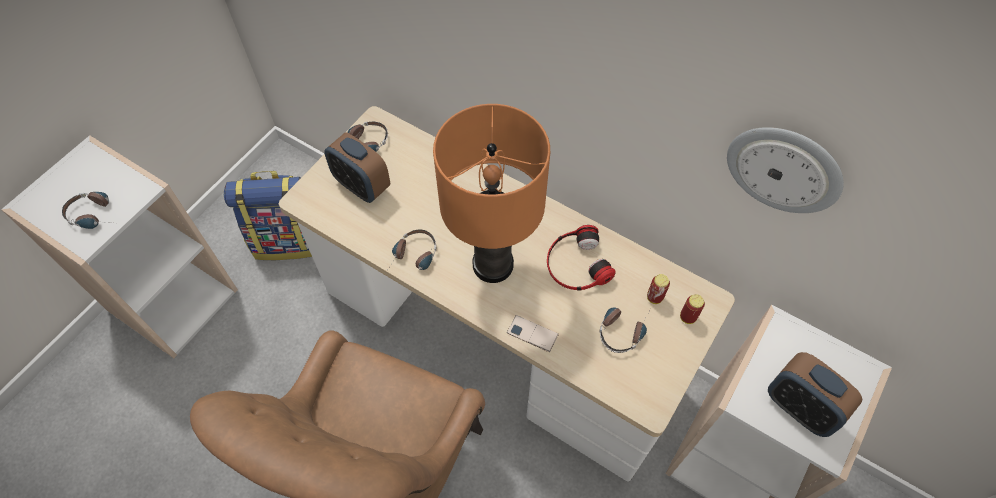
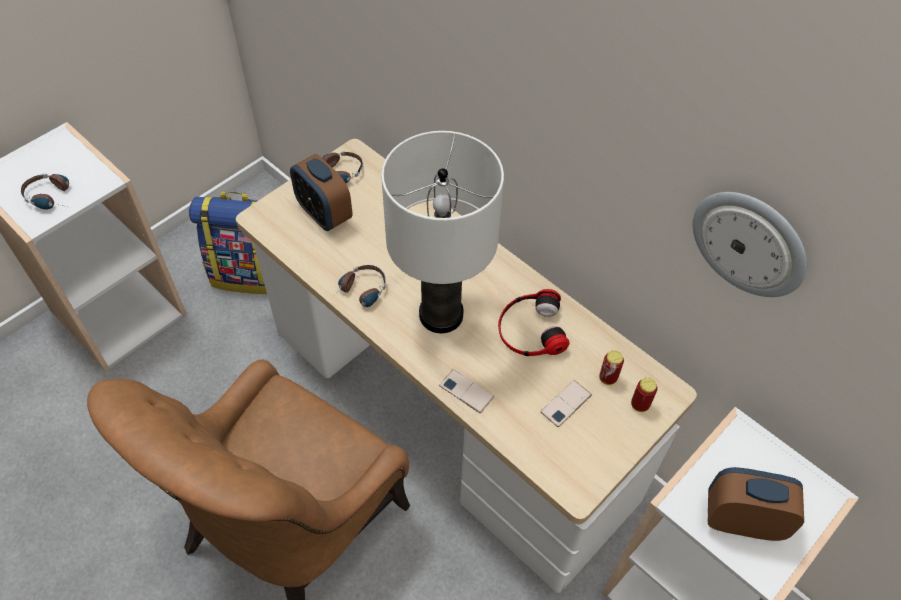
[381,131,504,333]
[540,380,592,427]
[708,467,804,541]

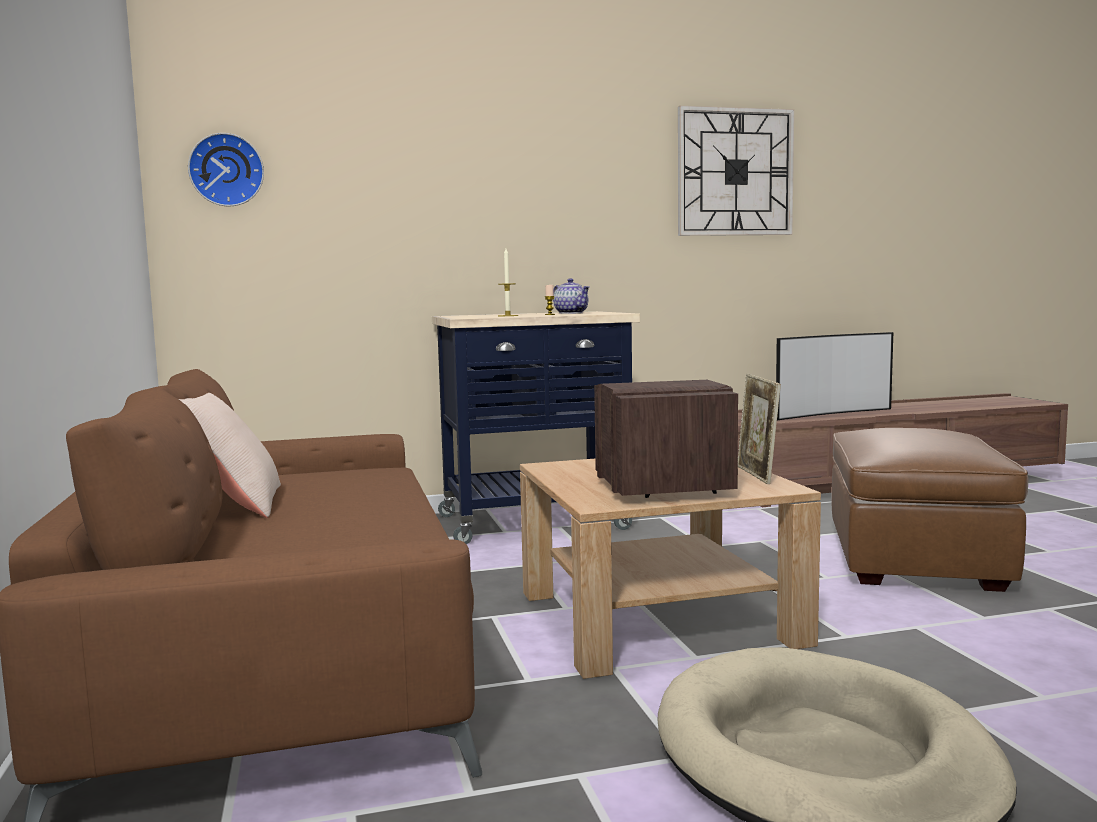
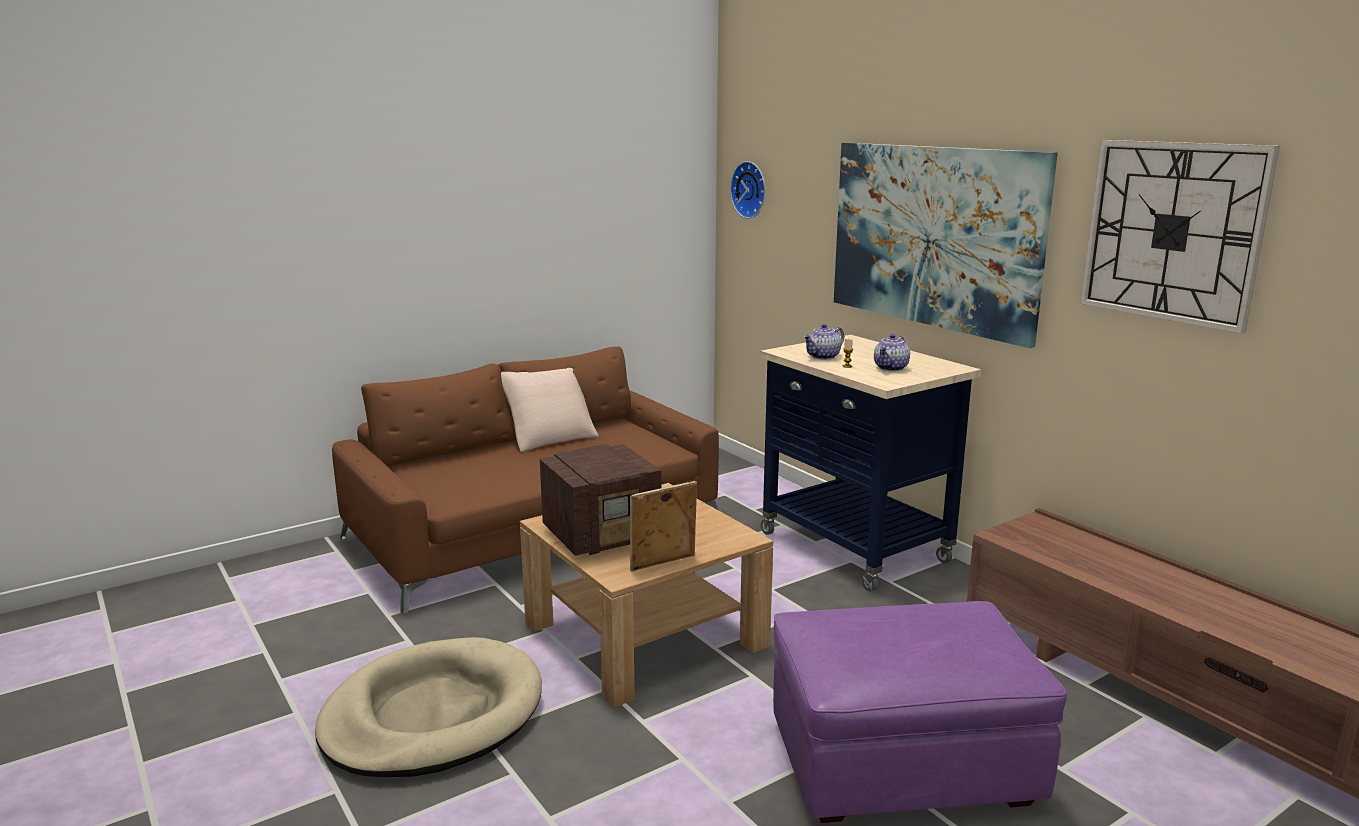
[803,324,844,360]
[776,332,893,420] (first image)
[773,601,1067,823]
[834,143,1058,348]

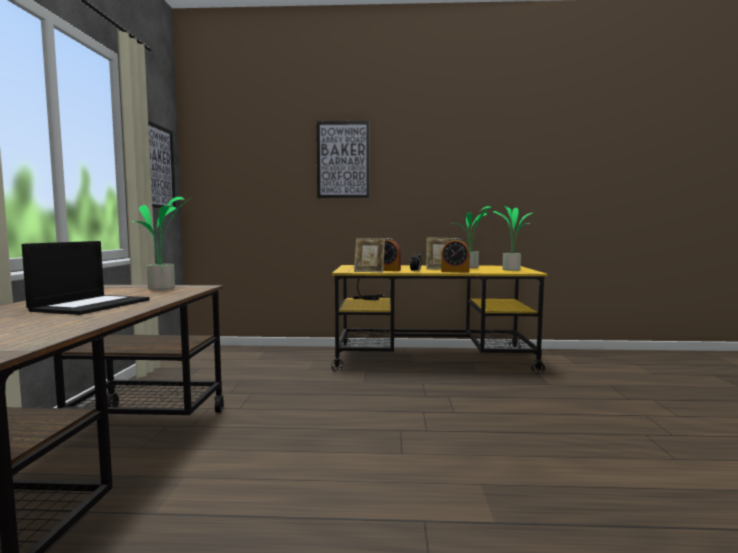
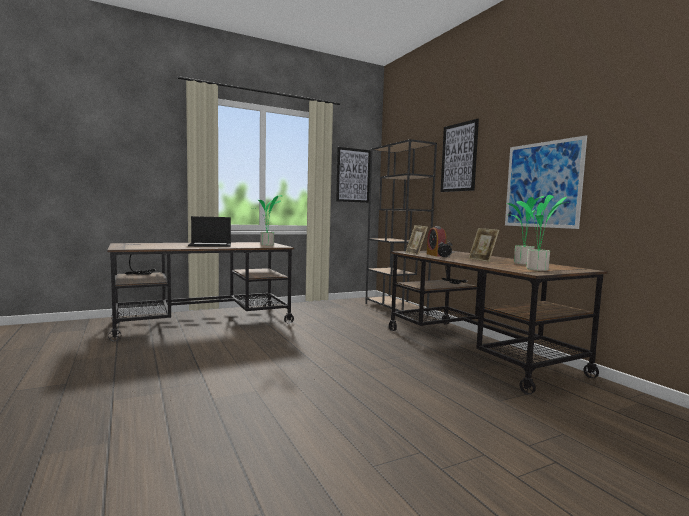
[389,251,608,395]
[441,238,470,273] (first image)
[365,139,437,316]
[505,135,587,229]

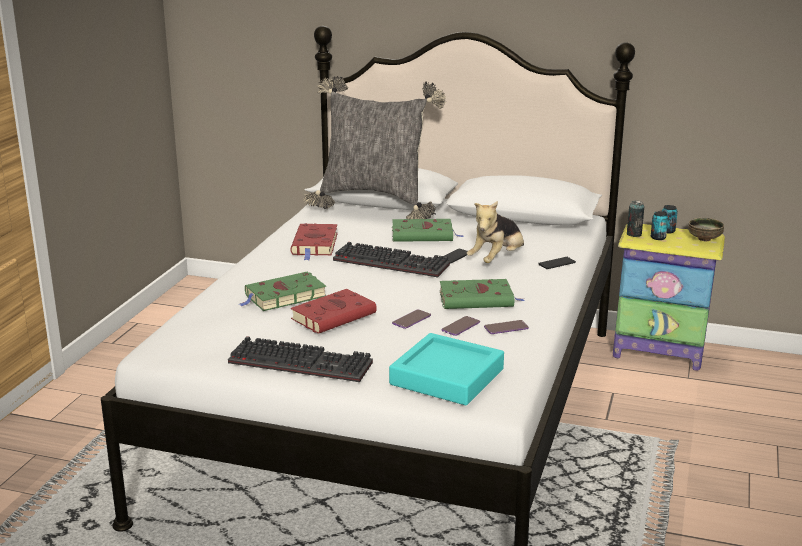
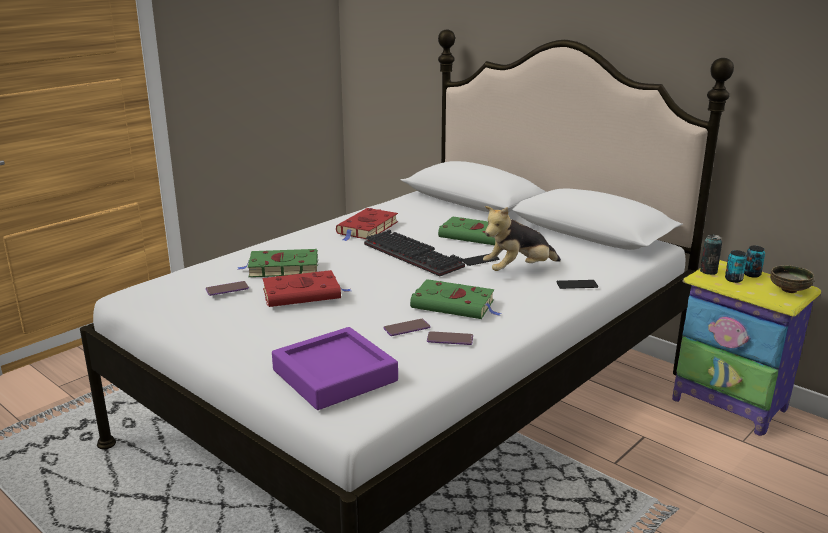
[228,336,373,382] (first image)
[303,76,447,219] (first image)
[272,327,398,410]
[206,281,249,296]

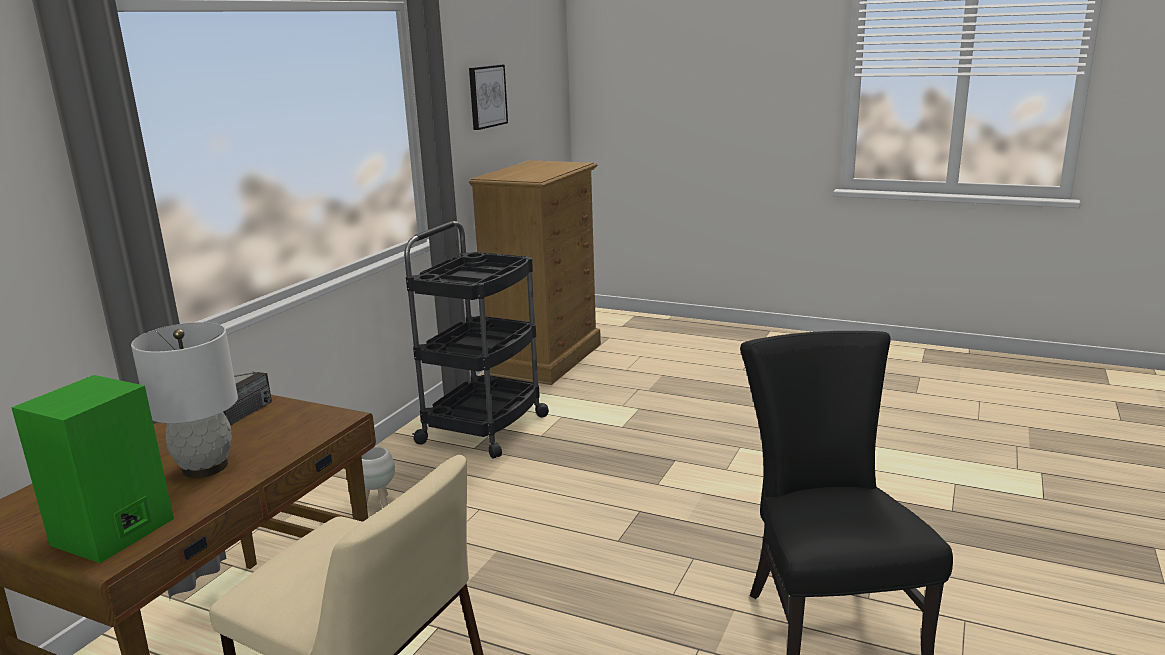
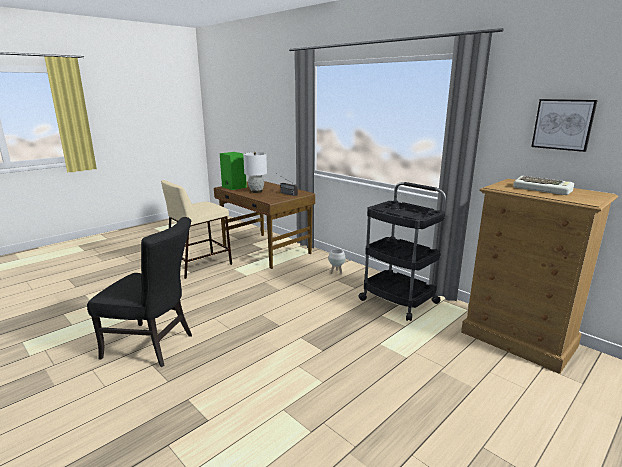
[513,176,574,195]

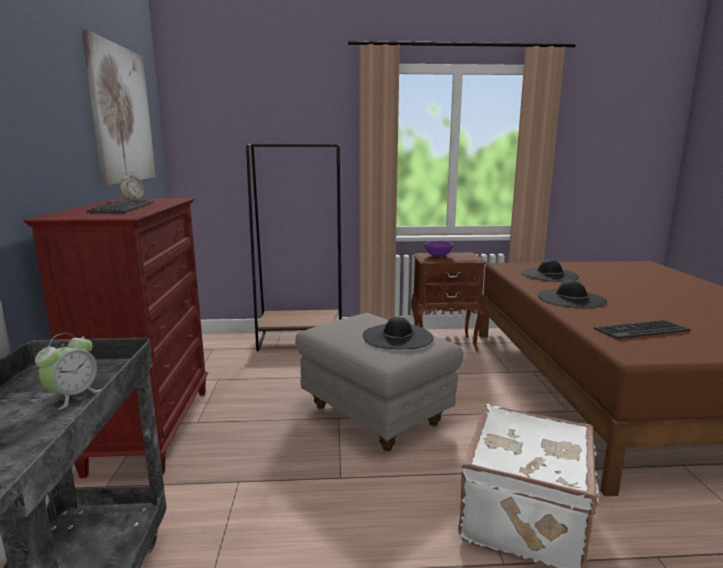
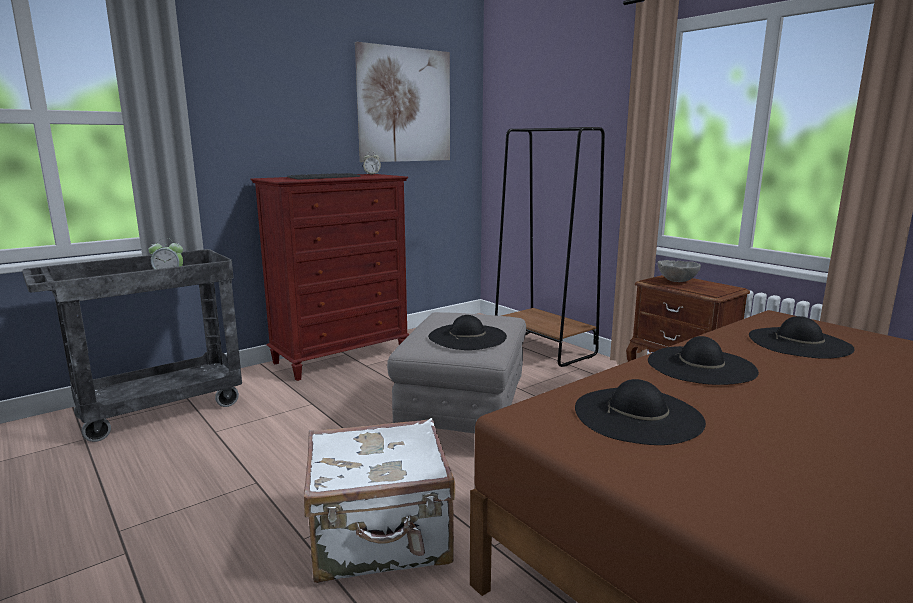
[658,260,701,282]
[575,379,706,445]

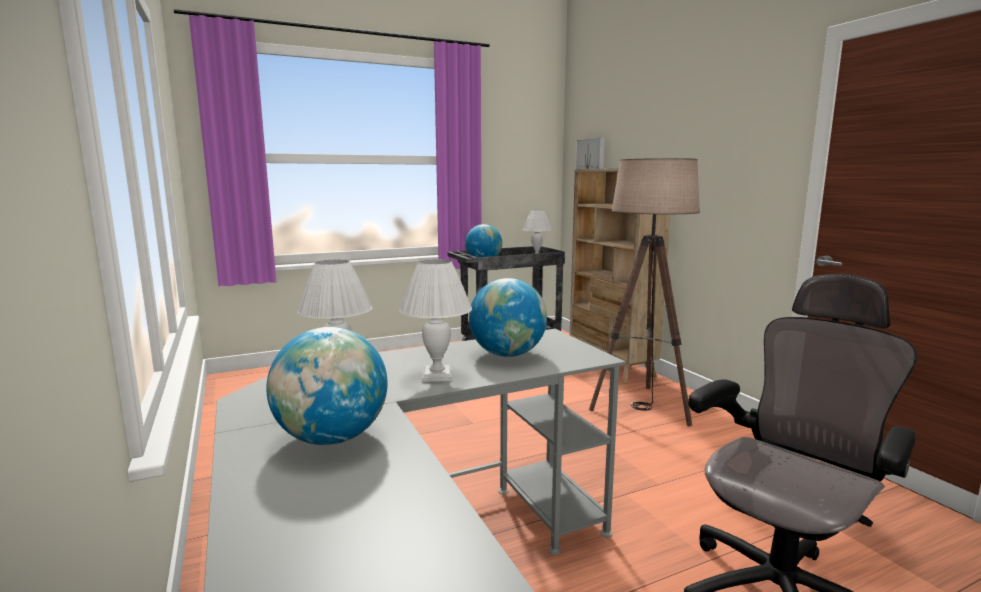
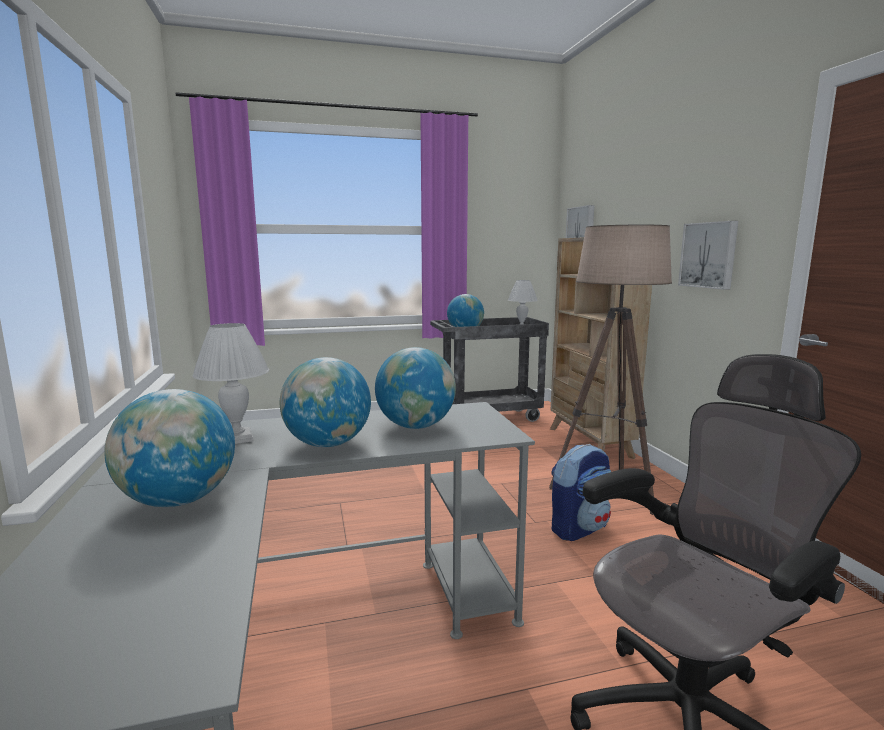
[280,357,371,447]
[551,444,611,541]
[678,221,738,290]

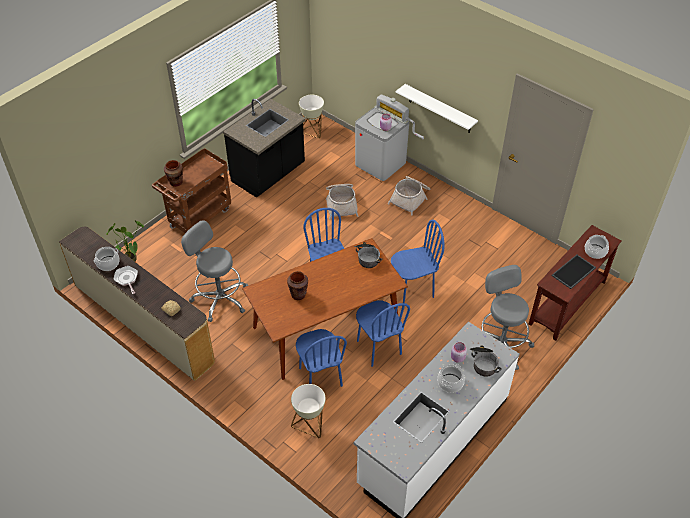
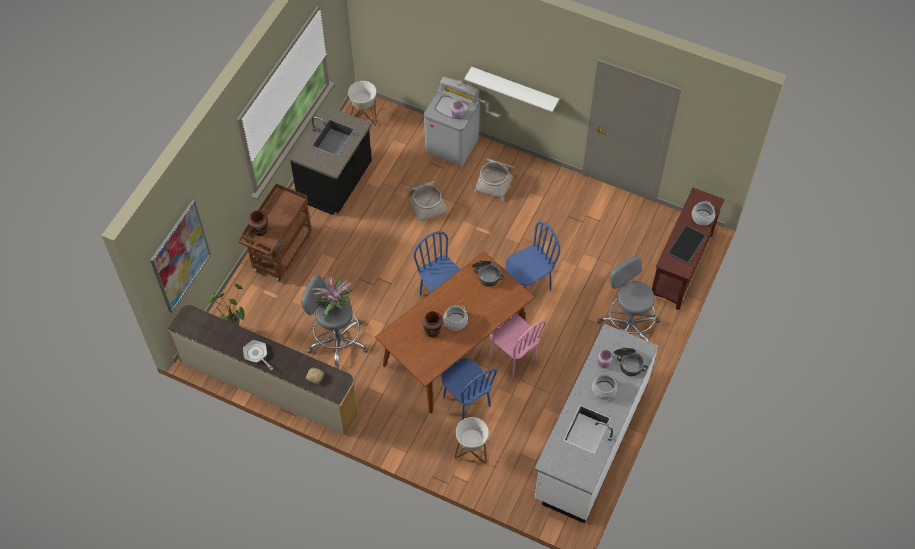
[443,305,468,331]
[490,315,546,379]
[150,200,211,313]
[311,273,353,320]

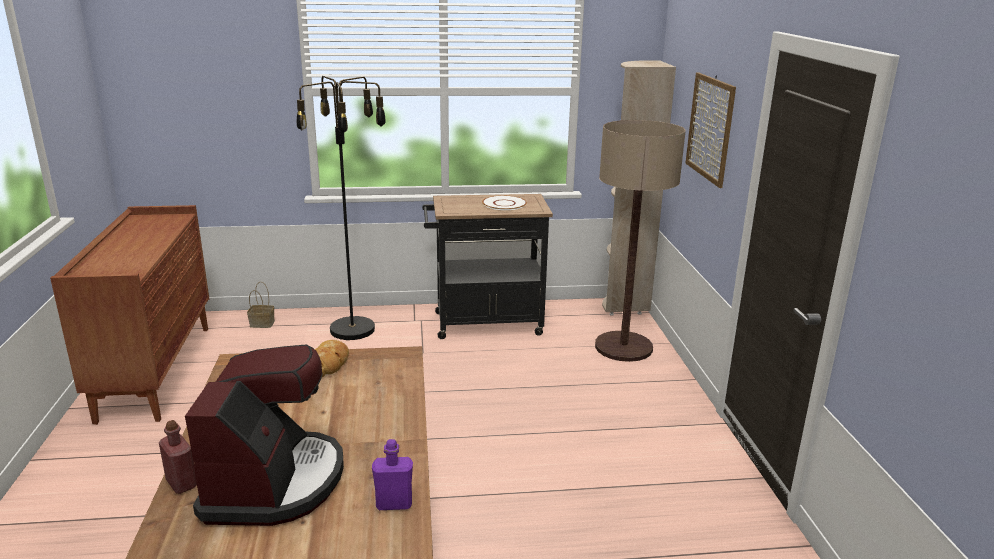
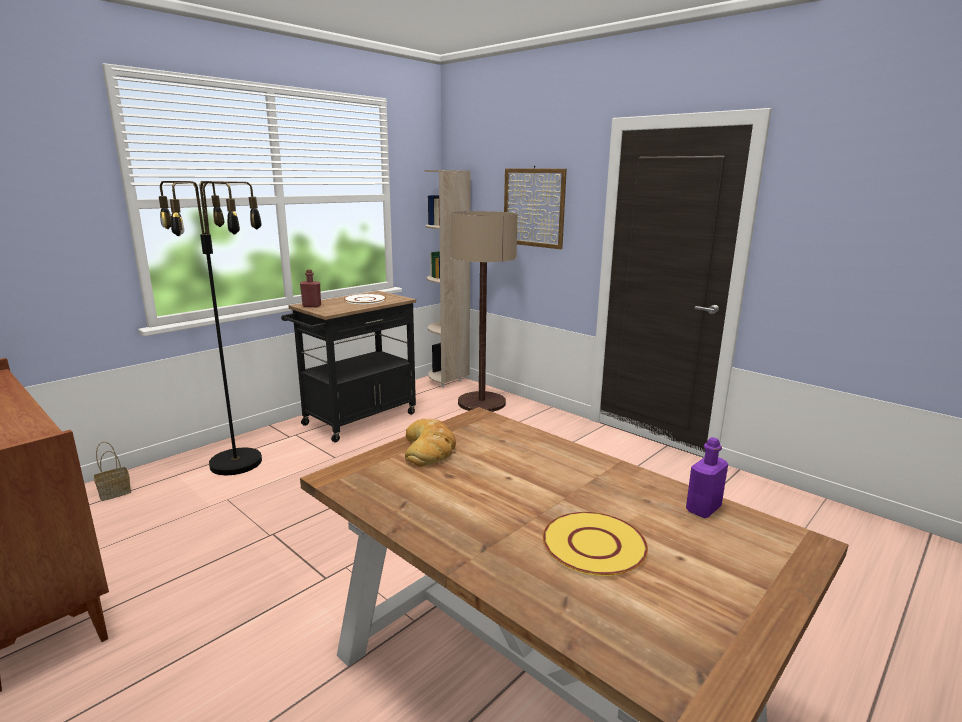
[300,269,321,308]
[543,512,648,576]

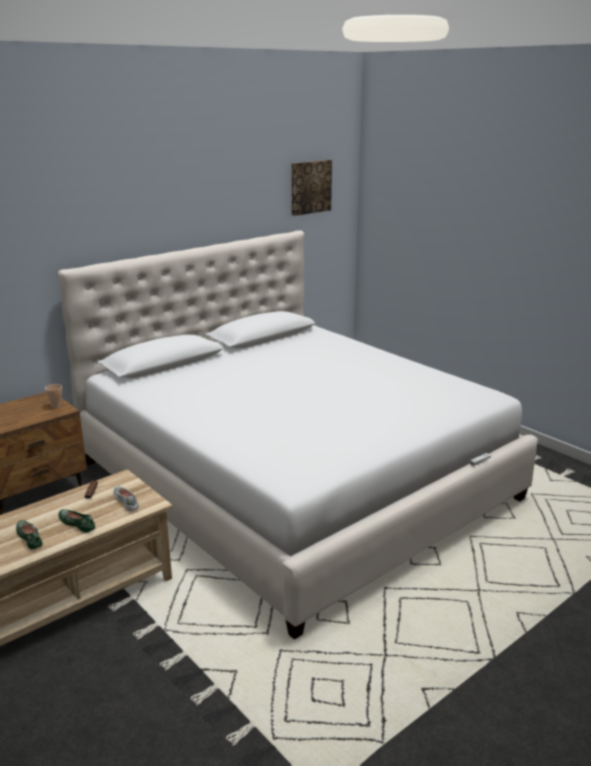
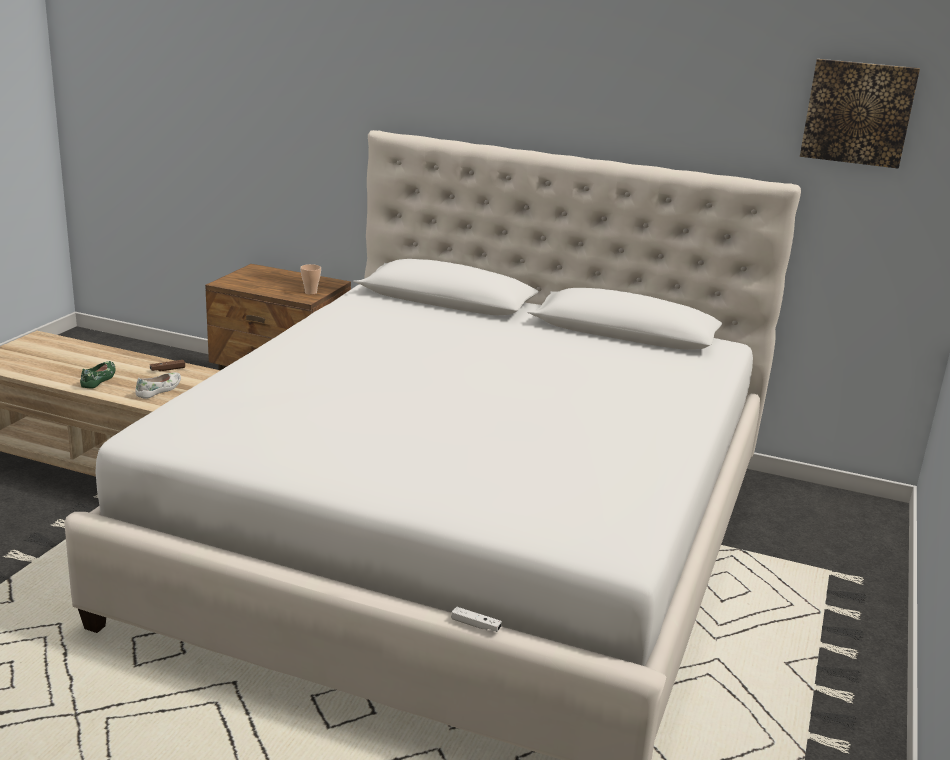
[16,520,43,549] (first image)

